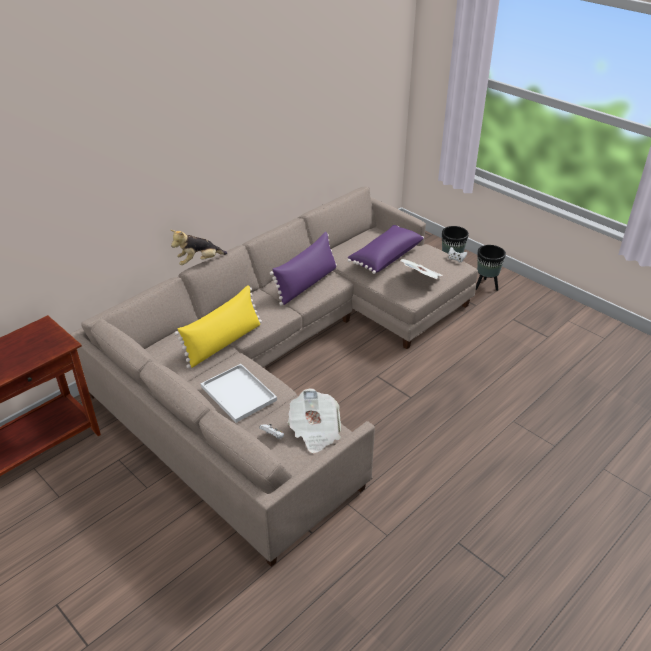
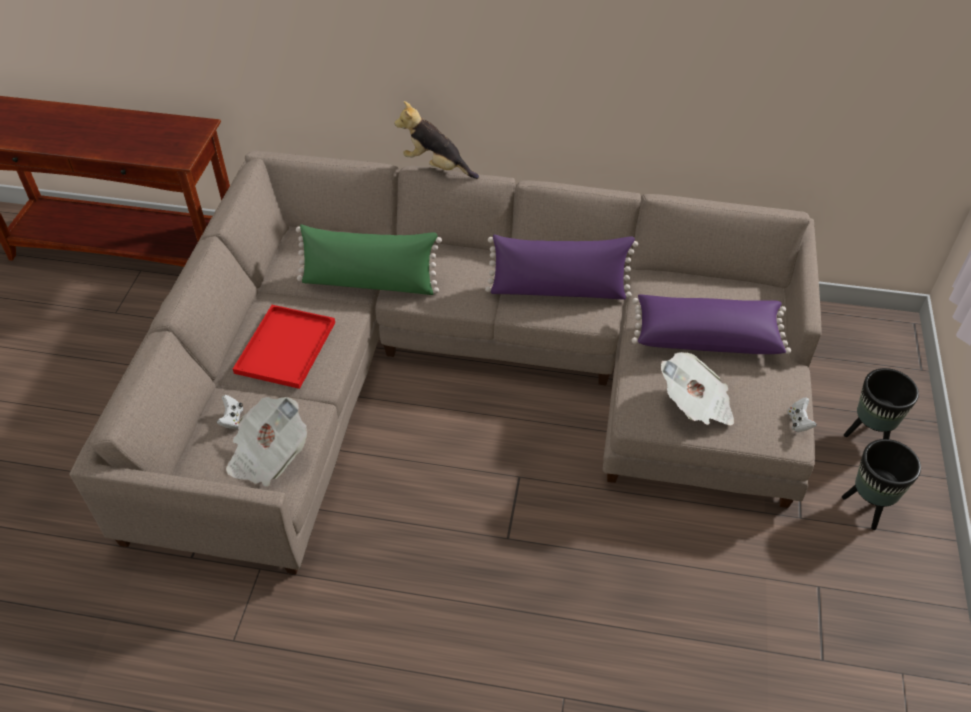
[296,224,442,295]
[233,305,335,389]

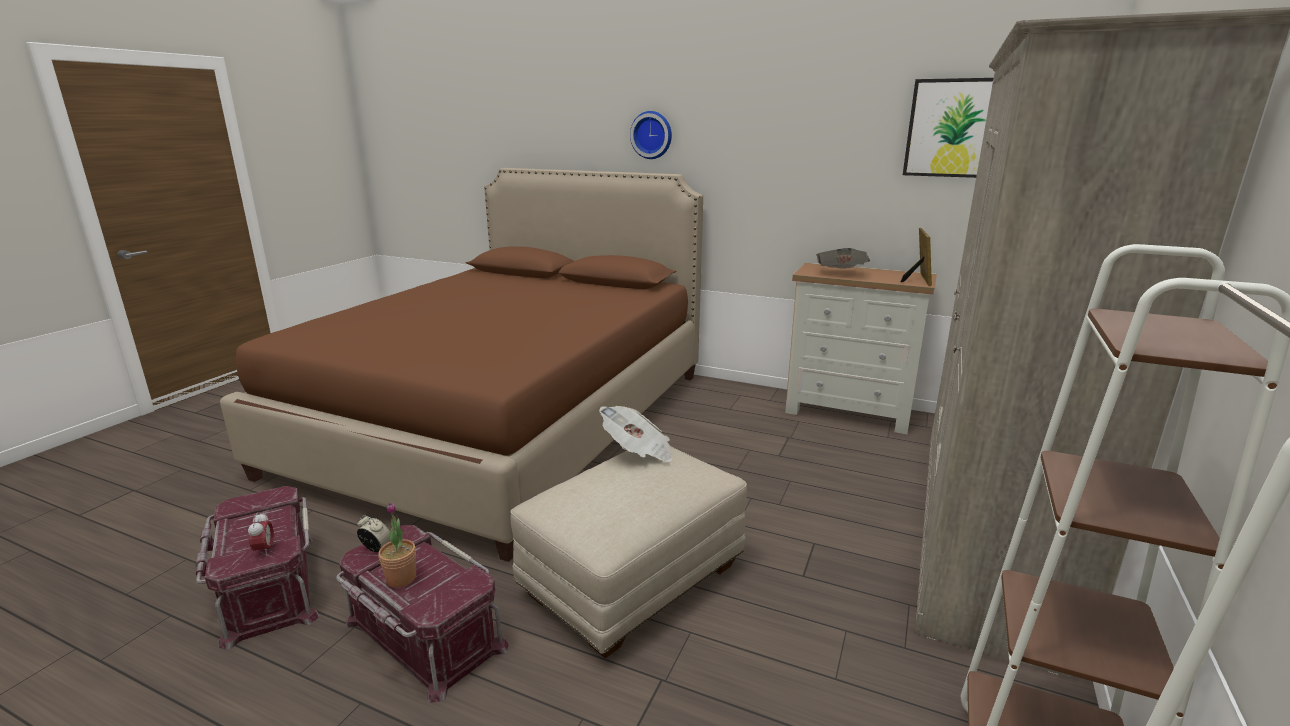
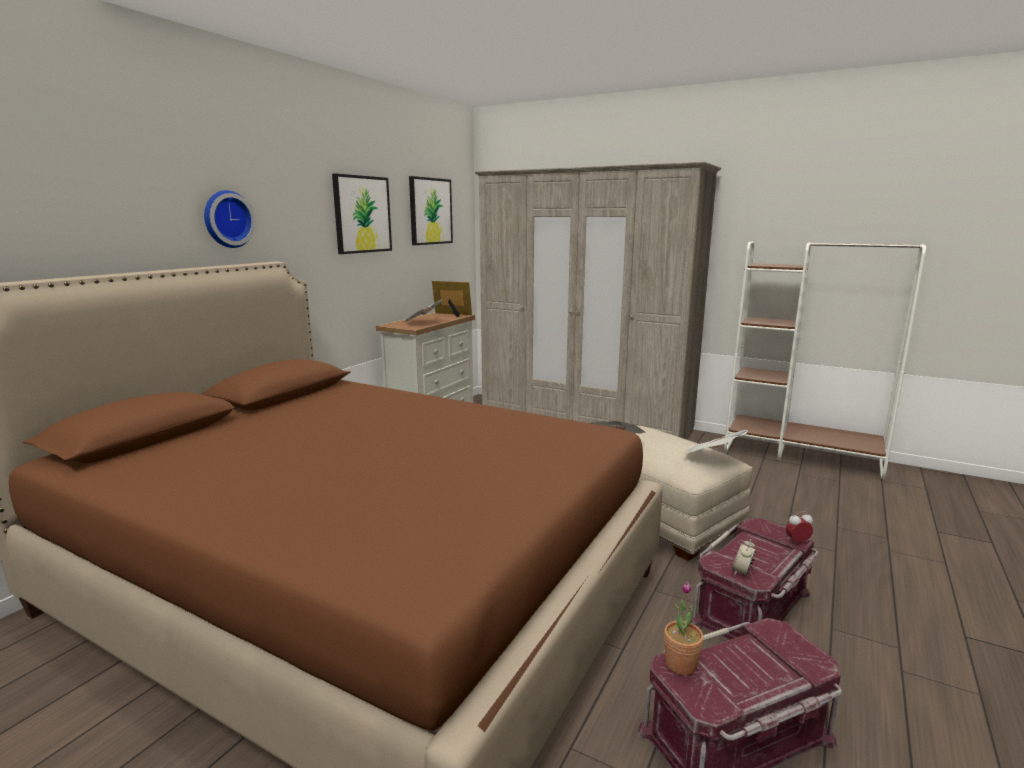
[786,511,813,543]
[664,581,704,675]
[332,173,392,254]
[685,430,748,454]

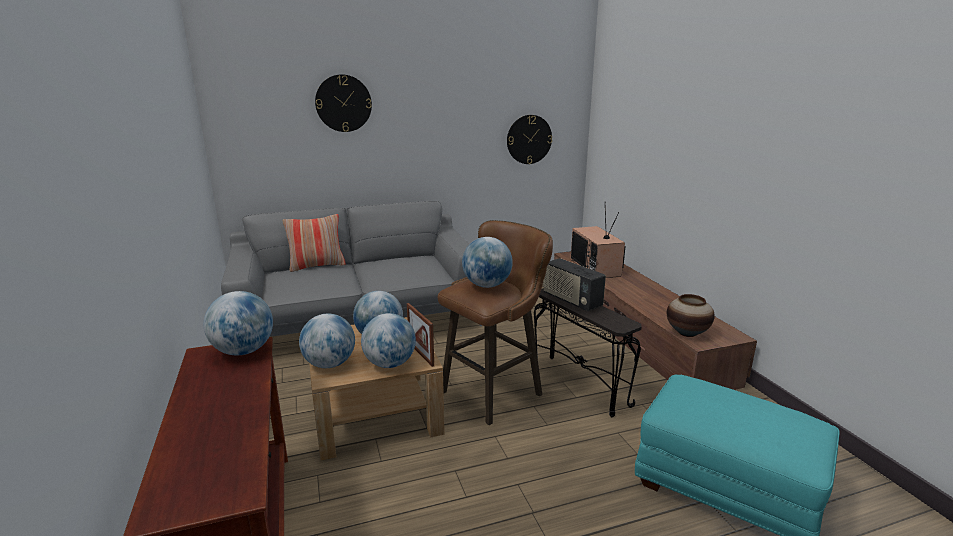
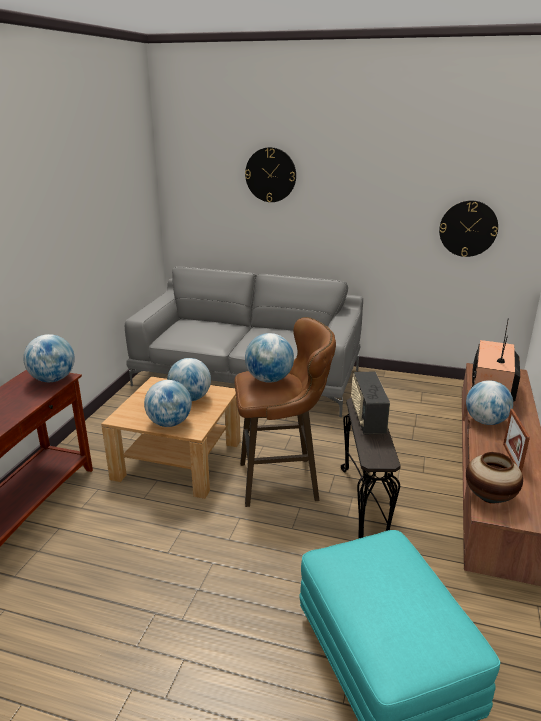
[283,214,346,272] (first image)
[466,380,513,425]
[503,409,530,472]

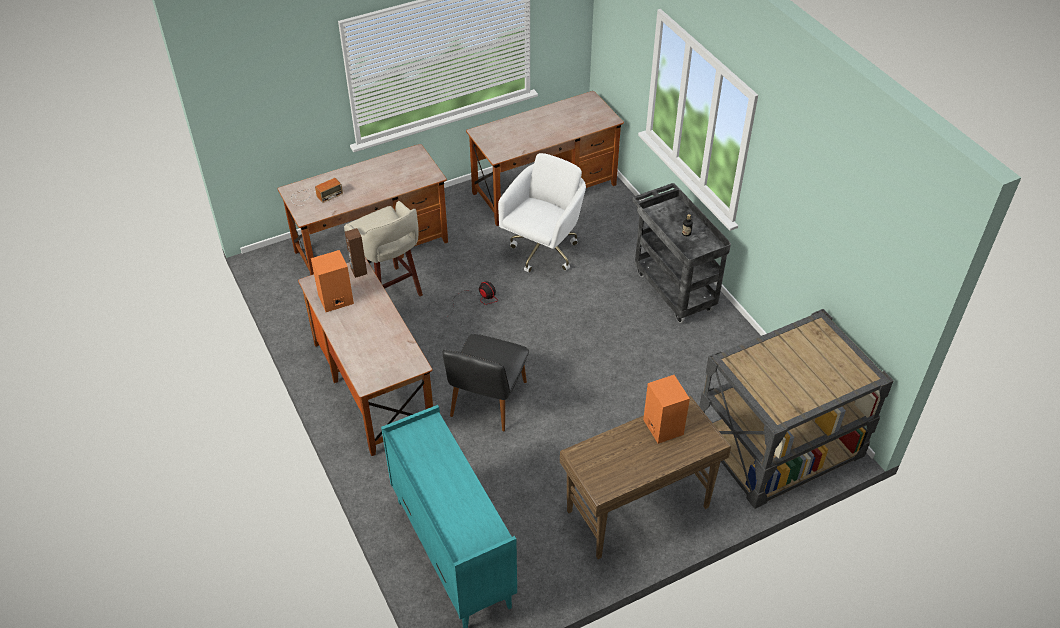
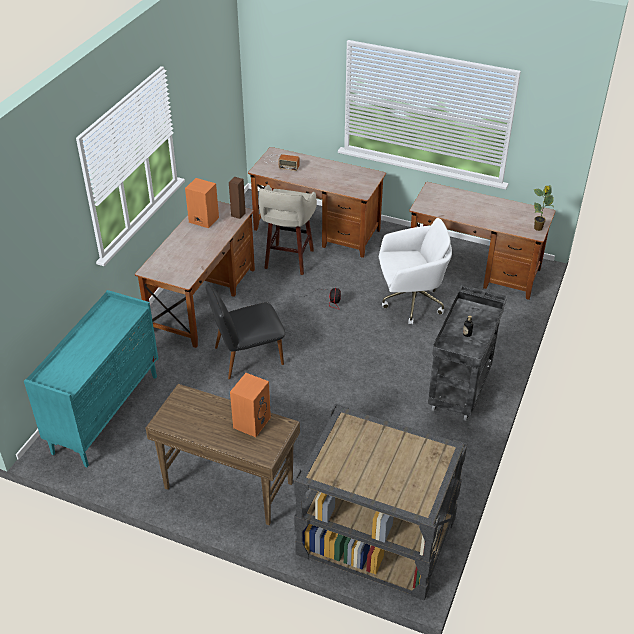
[534,185,554,231]

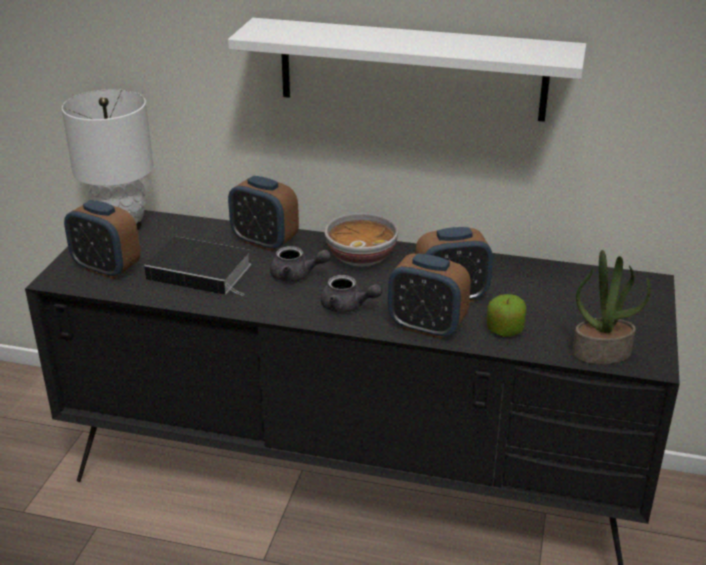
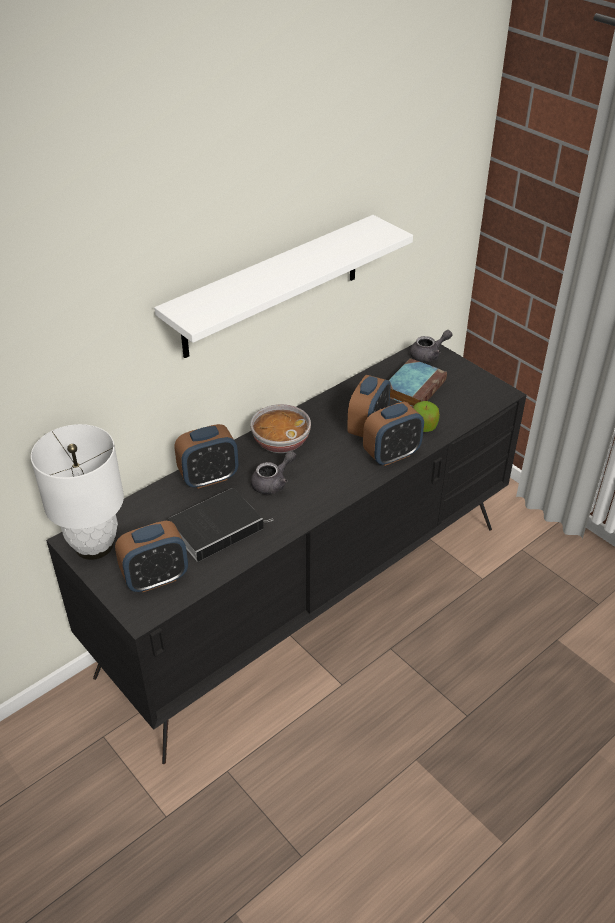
[410,330,452,362]
[572,250,651,364] (first image)
[389,358,447,407]

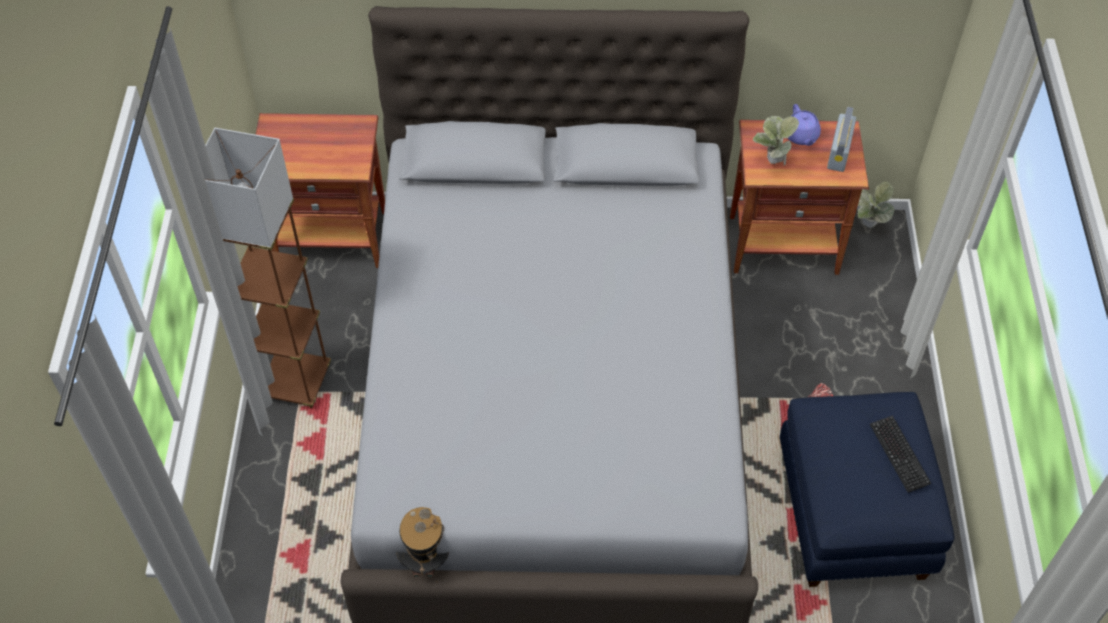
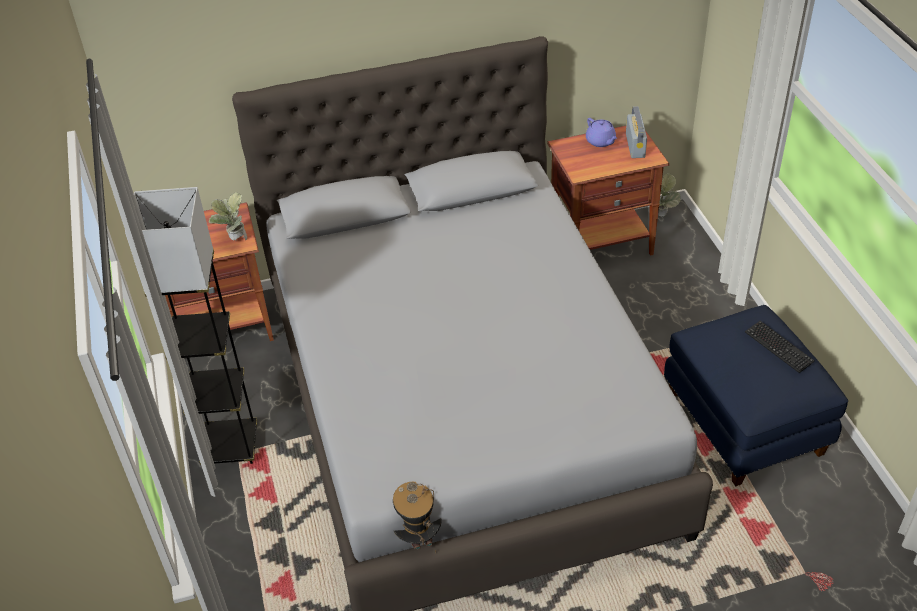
[125,187,257,465]
[209,192,247,241]

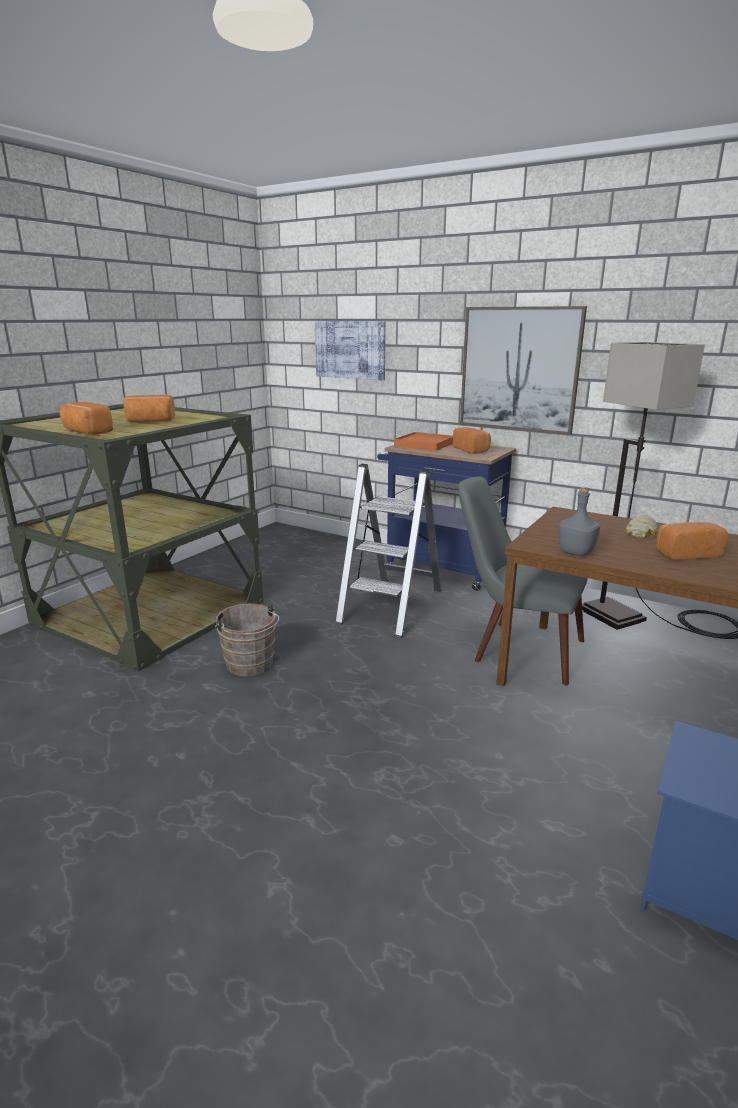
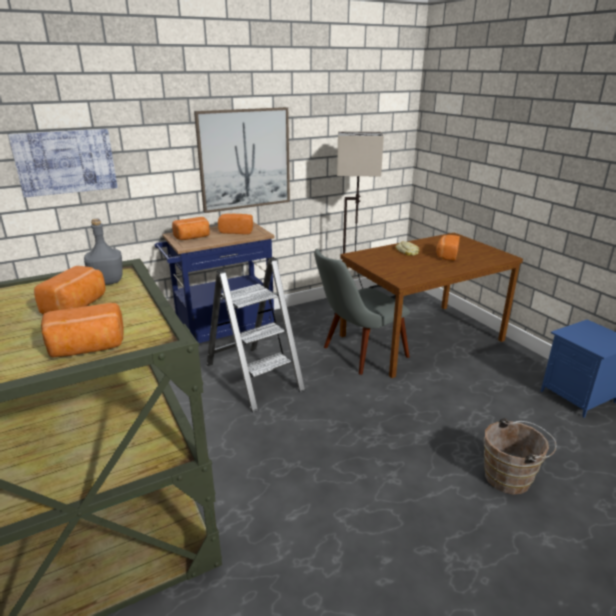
[484,418,556,495]
[172,217,210,240]
[84,219,123,285]

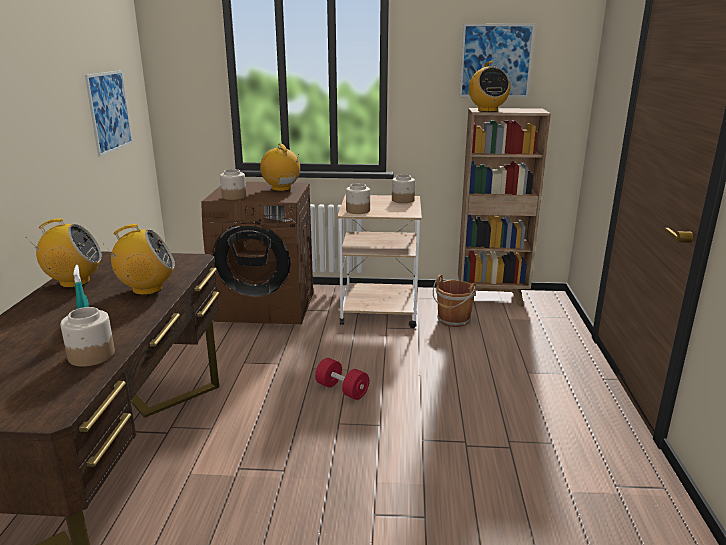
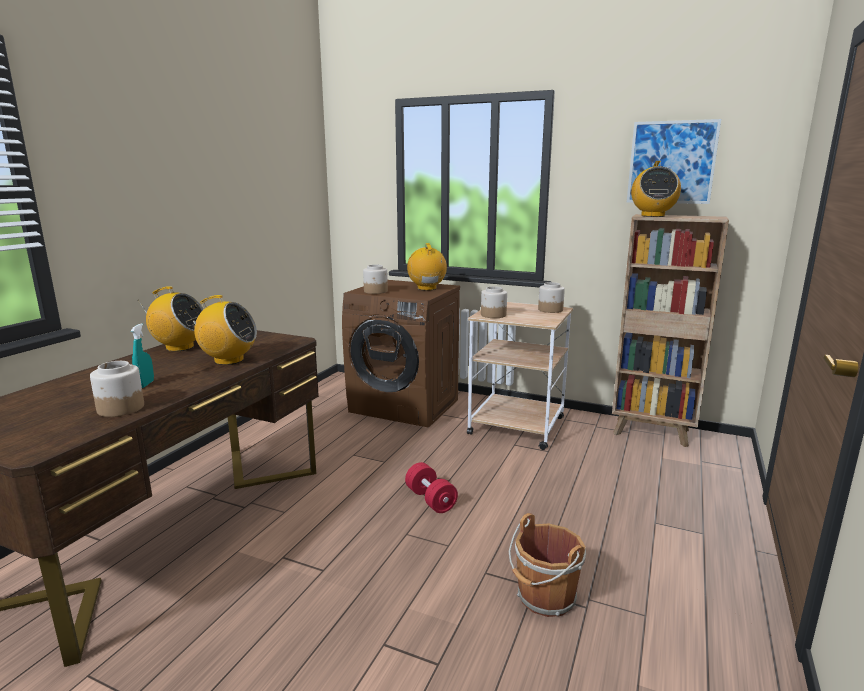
[85,70,133,157] (first image)
[509,513,586,617]

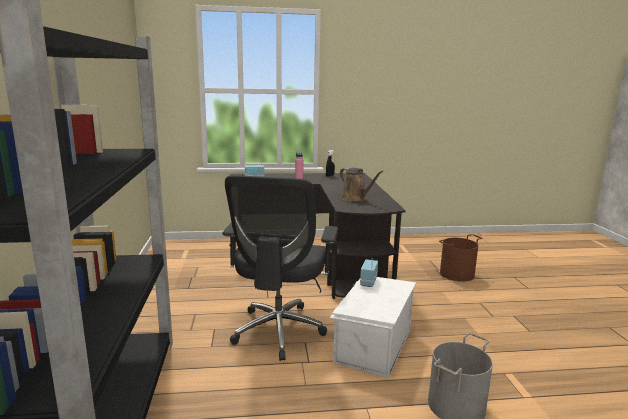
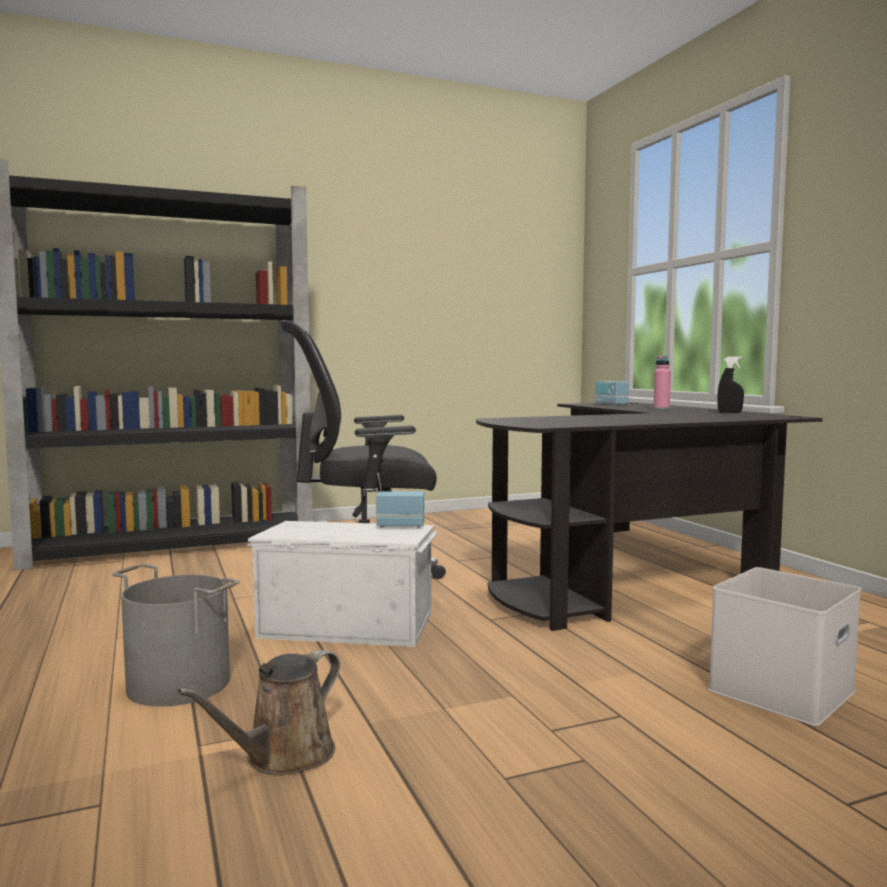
[177,650,340,776]
[708,567,861,726]

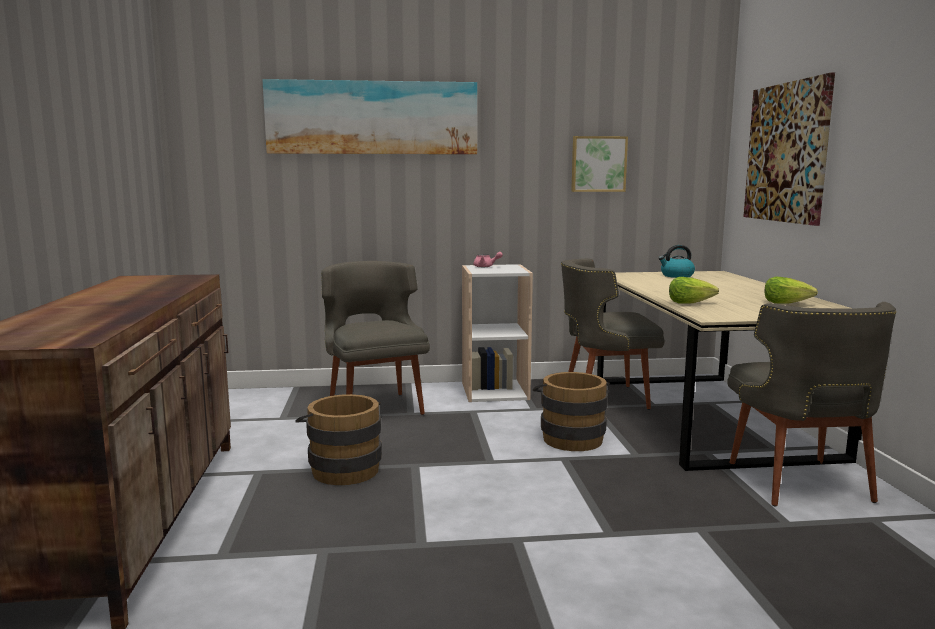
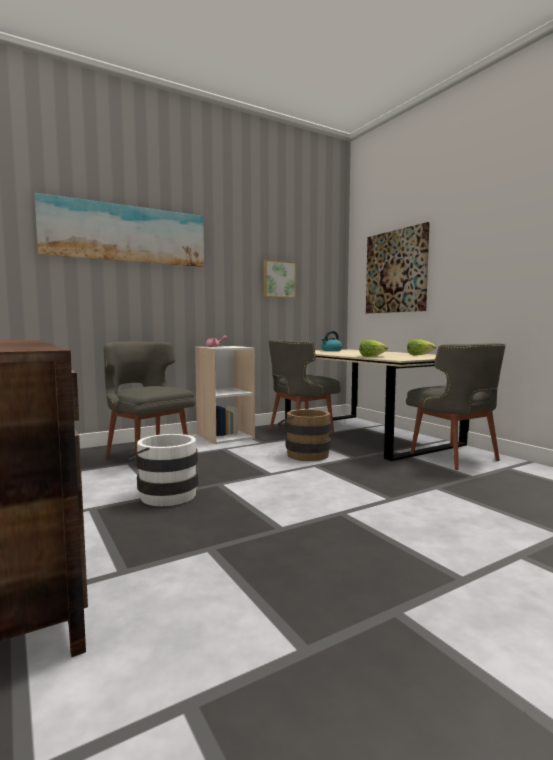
[125,434,198,506]

